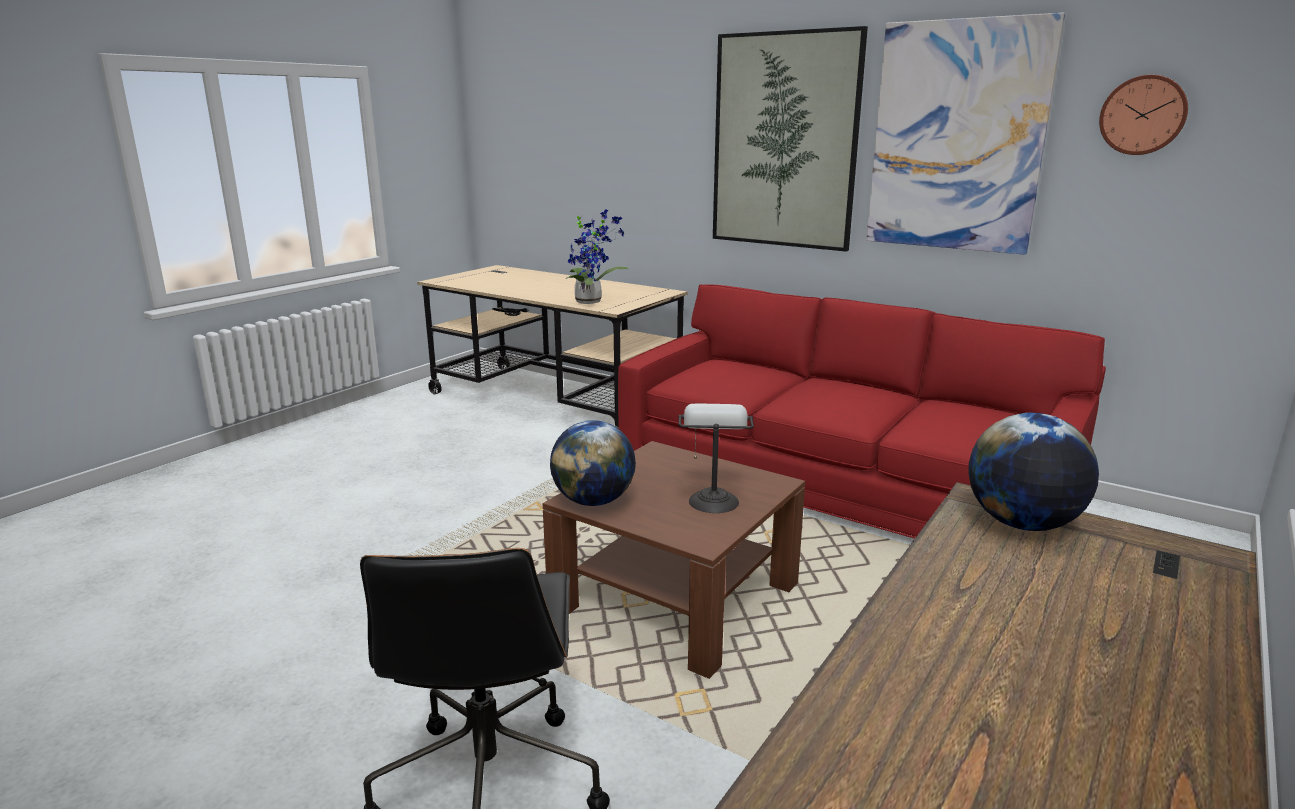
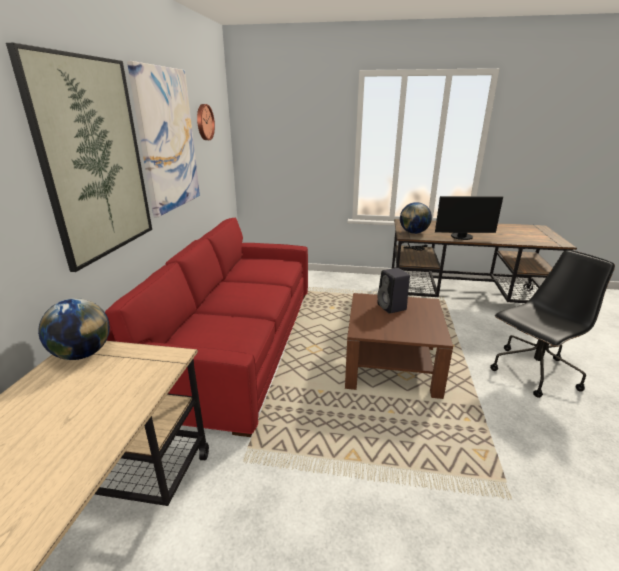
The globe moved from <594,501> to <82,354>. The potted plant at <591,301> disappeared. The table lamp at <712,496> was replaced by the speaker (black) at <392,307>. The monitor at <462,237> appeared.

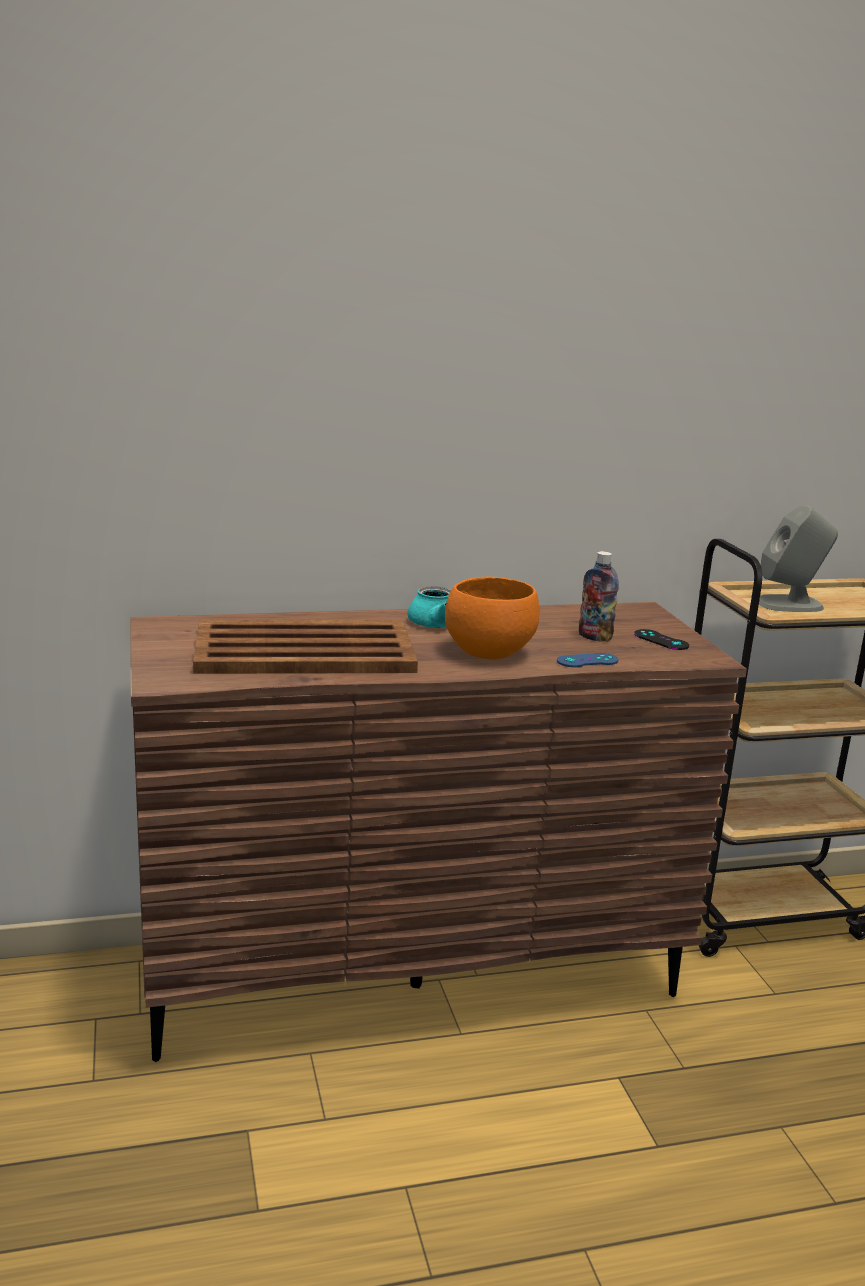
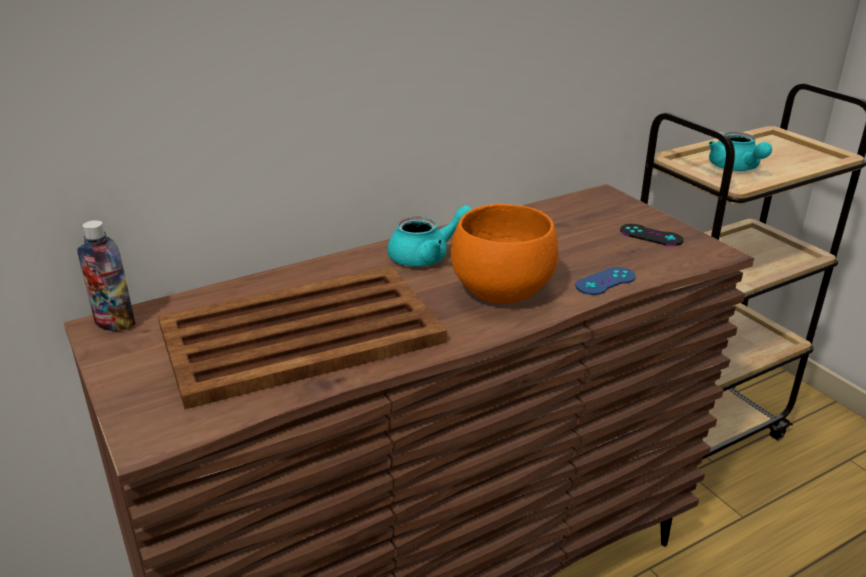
The bottle moved from <595,637> to <115,323>. The speaker (grey) at <790,604> was replaced by the teapot (turquoise) at <736,168>.

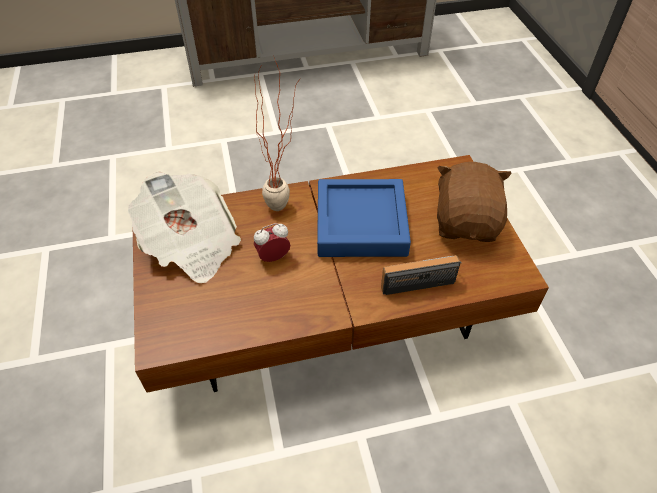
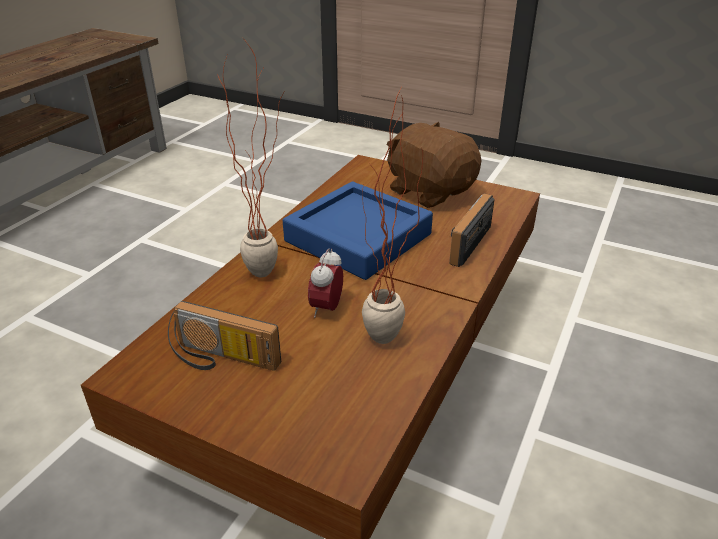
The newspaper at <191,244> was replaced by the radio at <221,359>. The potted plant at <384,347> appeared.

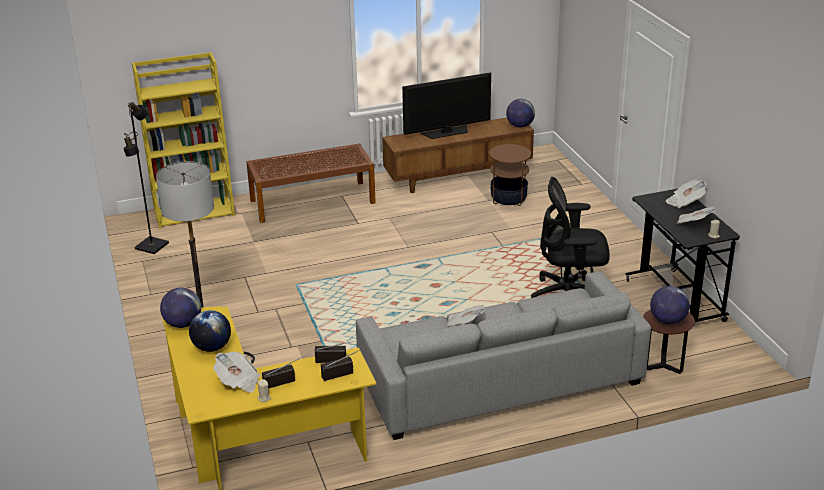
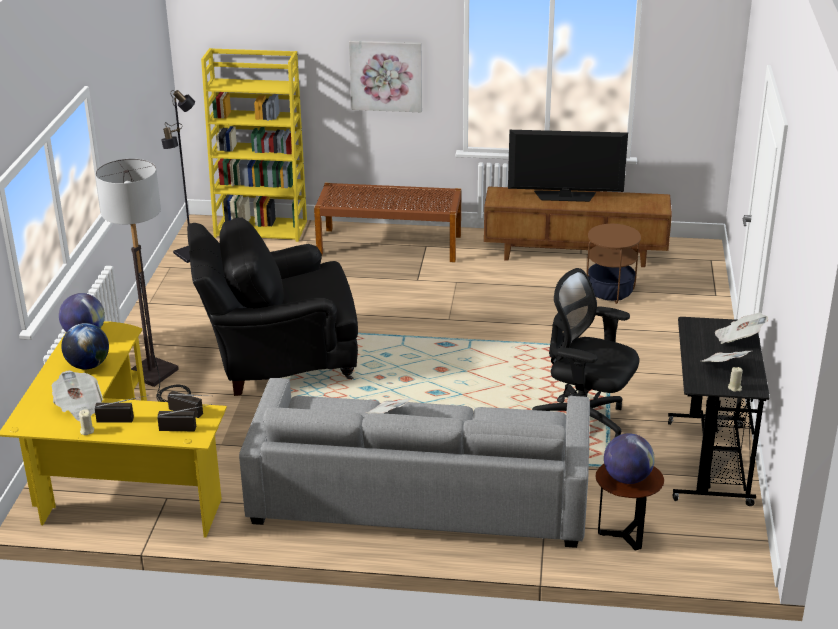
The globe at <520,126> disappeared. The armchair (black) at <277,358> appeared. The picture at <386,75> appeared.

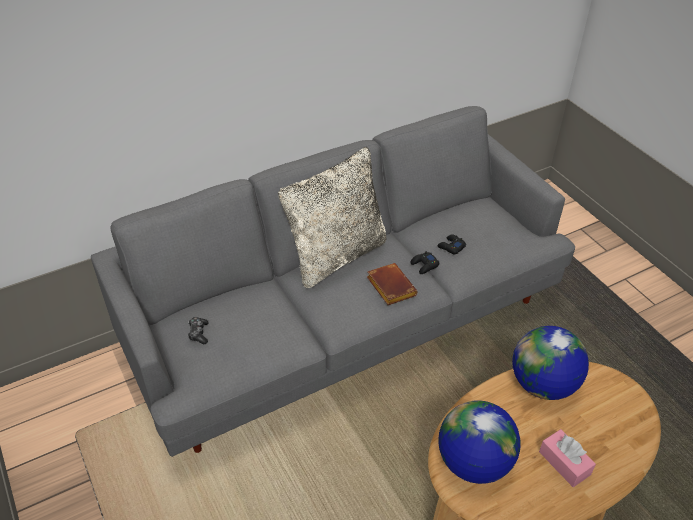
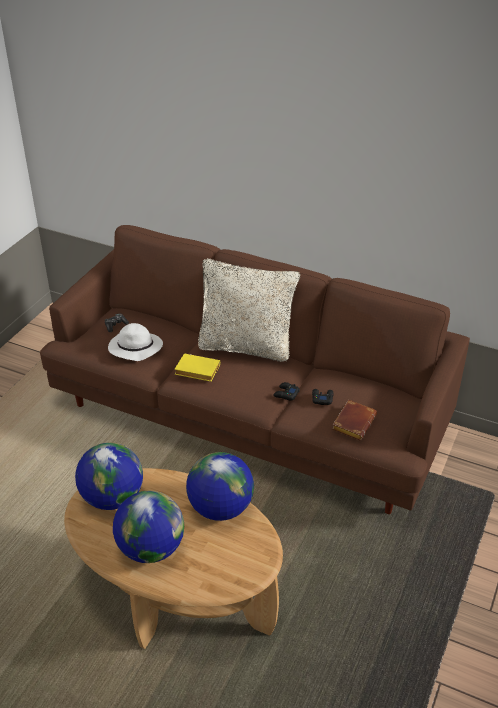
The sofa (grey) at <344,326> became the sofa (brown) at <249,418>. The book (brown) moved from <389,287> to <353,422>. The tissue box (pink) at <564,463> was replaced by the globe at <151,548>. The hat (white) at <134,348> appeared. The book (yellow) at <196,371> appeared.

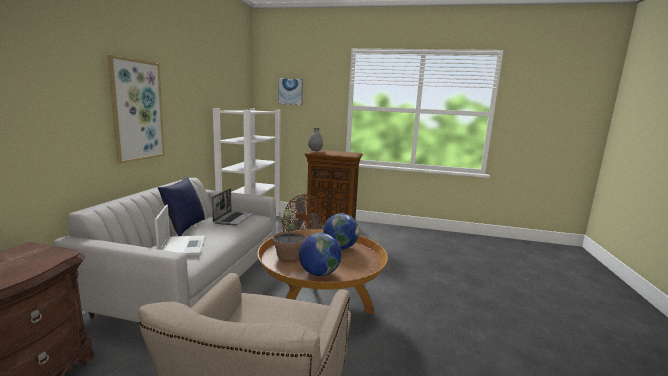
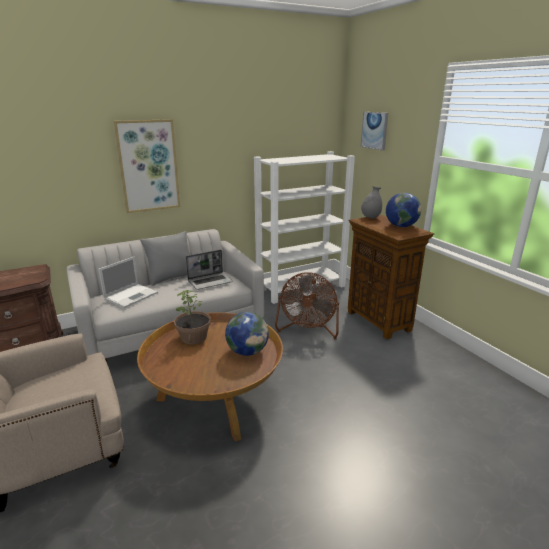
The pillow (blue) at <184,227> became the pillow (grey) at <171,278>. The globe moved from <319,273> to <401,226>.

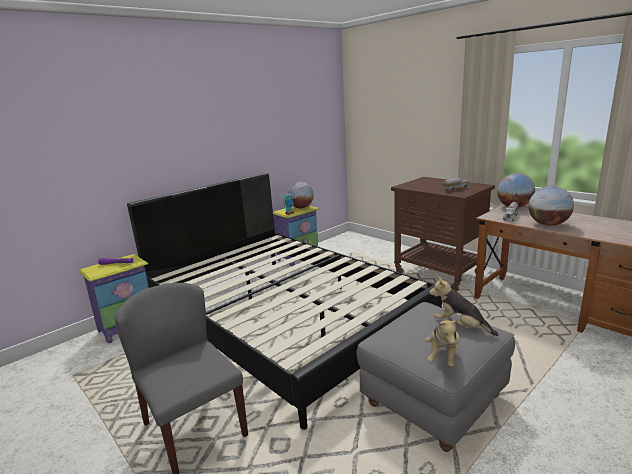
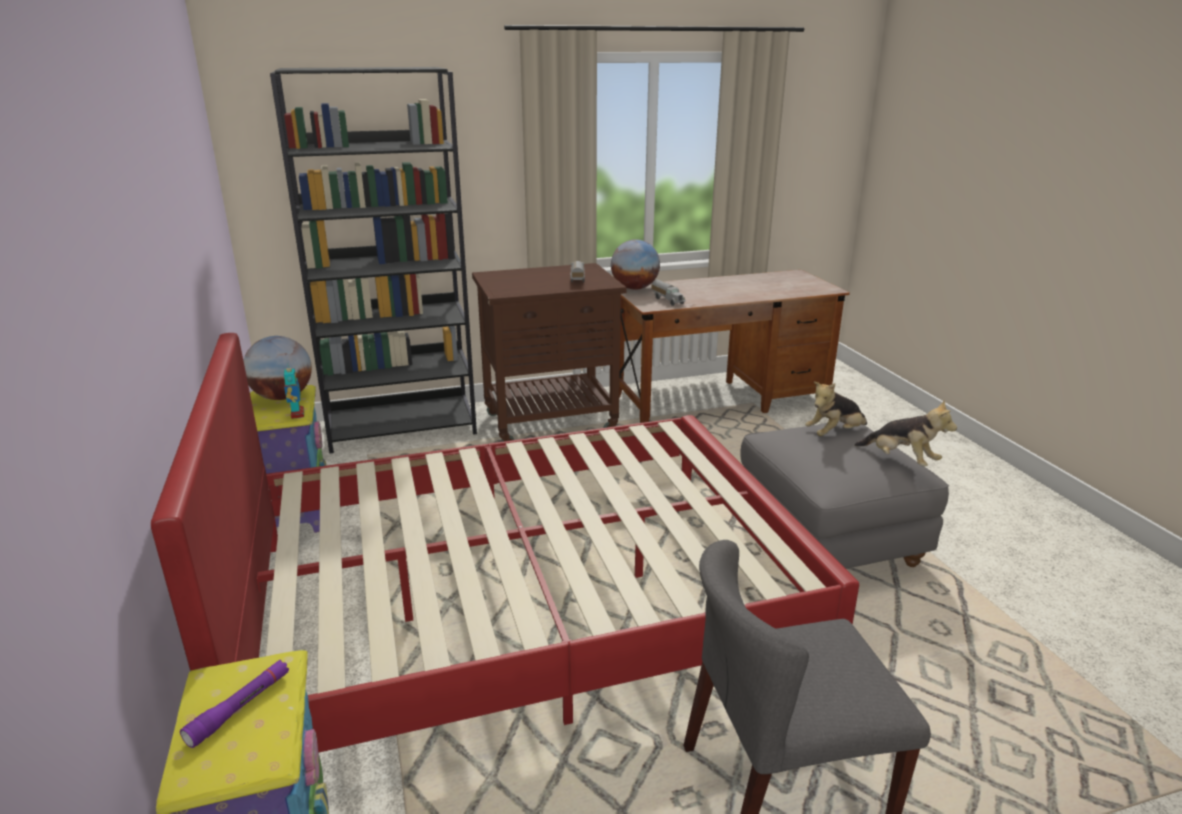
The bed (black) at <284,319> became the bed (red) at <522,599>. The globe at <548,224> disappeared. The bookcase (black) at <402,427> appeared.

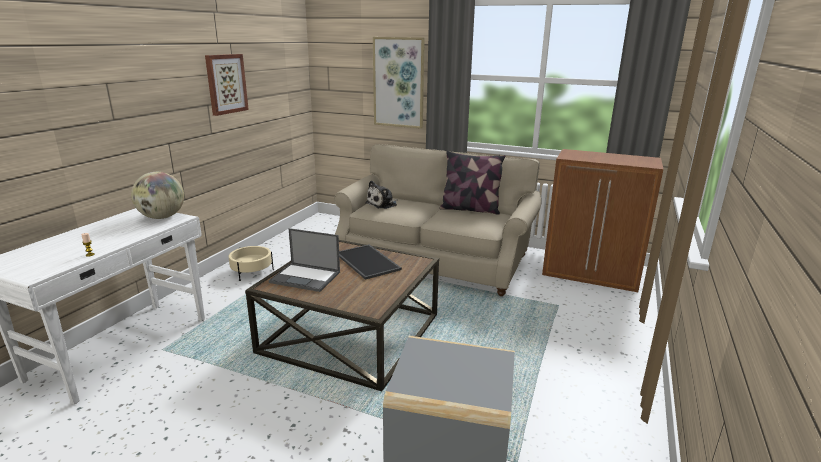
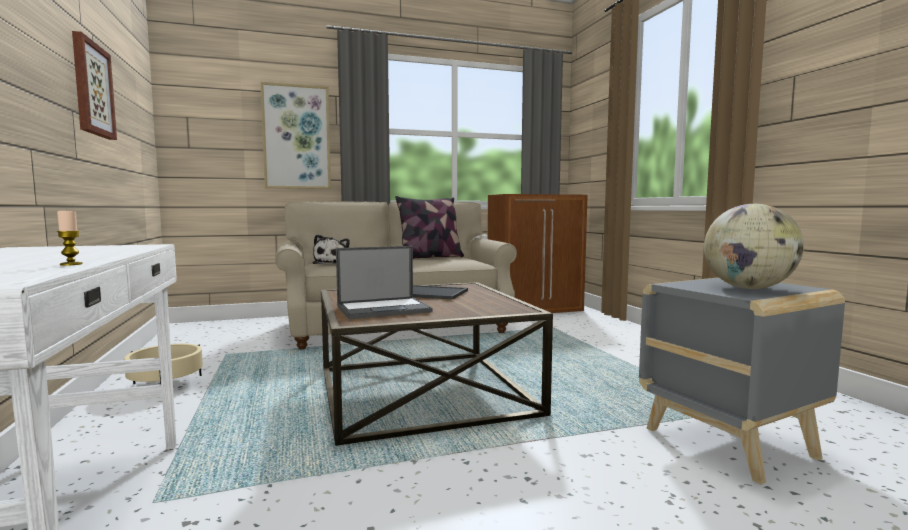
The globe moved from <162,217> to <749,288>.

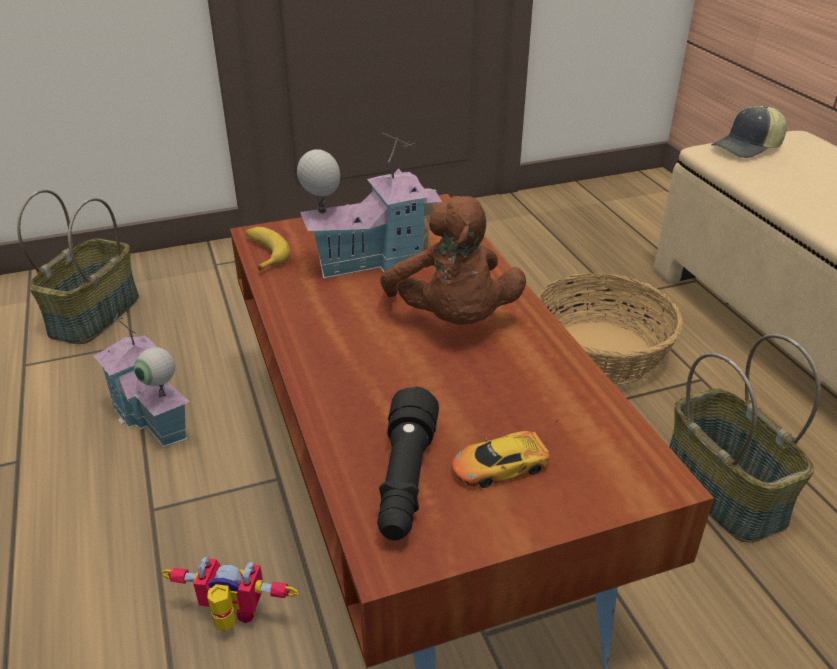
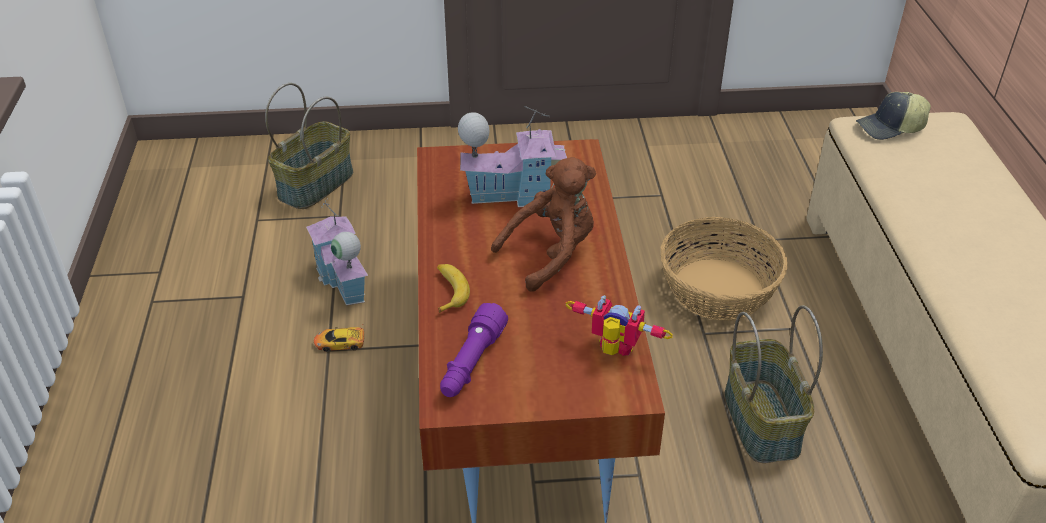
The toy robot moved from <232,619> to <613,351>. The banana moved from <264,253> to <448,291>. The flashlight (black) at <405,481> became the flashlight (purple) at <471,363>. The plush toy (brown) at <452,320> turned 120 degrees counterclockwise. The toy car moved from <499,466> to <340,342>.

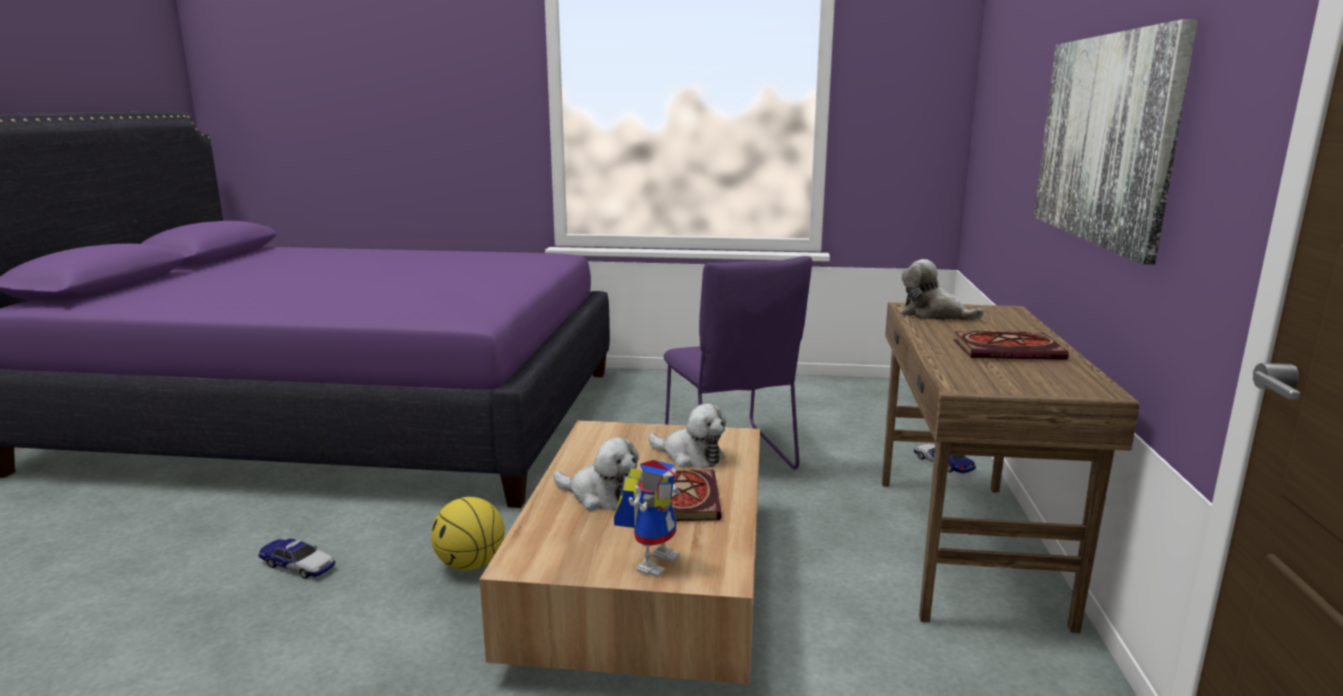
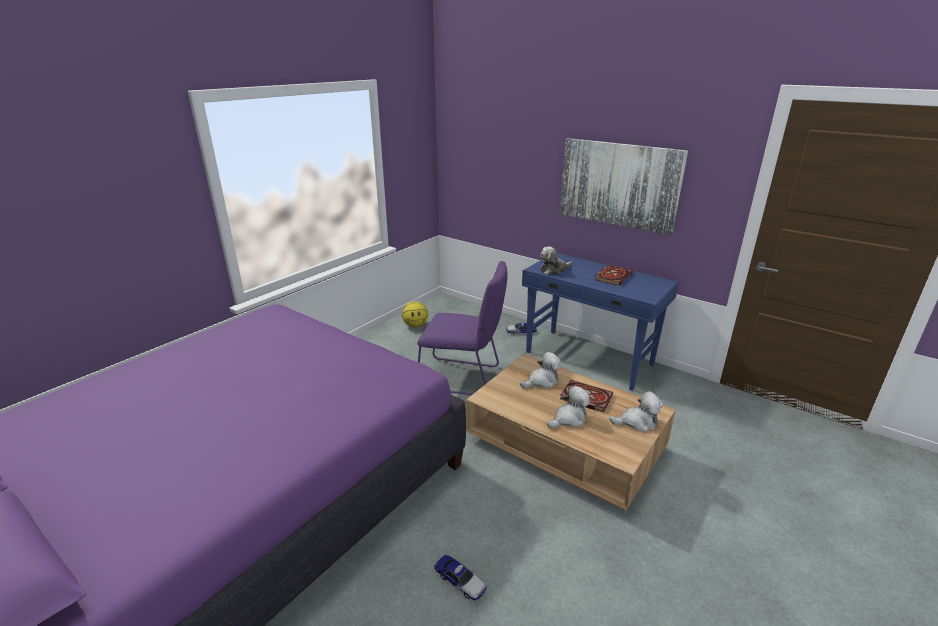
The toy car at <298,565> turned 75 degrees clockwise. The basketball moved from <471,564> to <415,325>. The toy robot at <653,559> was replaced by the plush toy at <637,422>. The console table (brown) at <966,548> became the console table (blue) at <589,358>.

